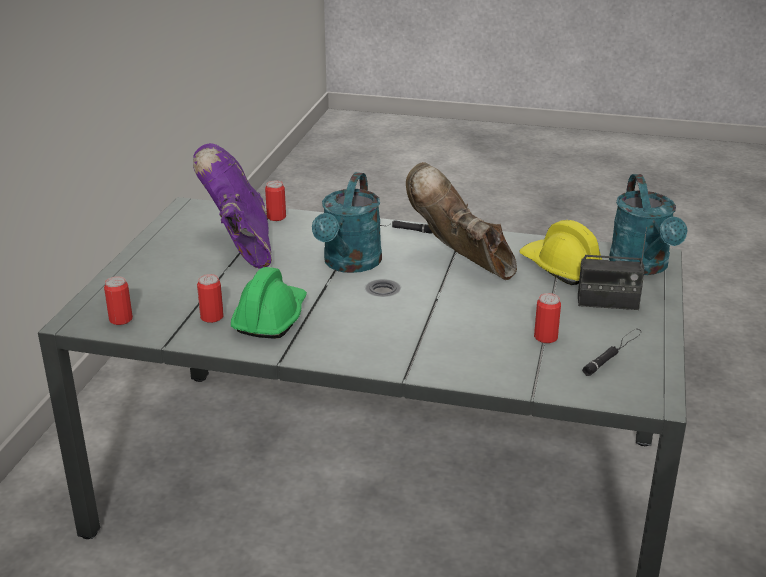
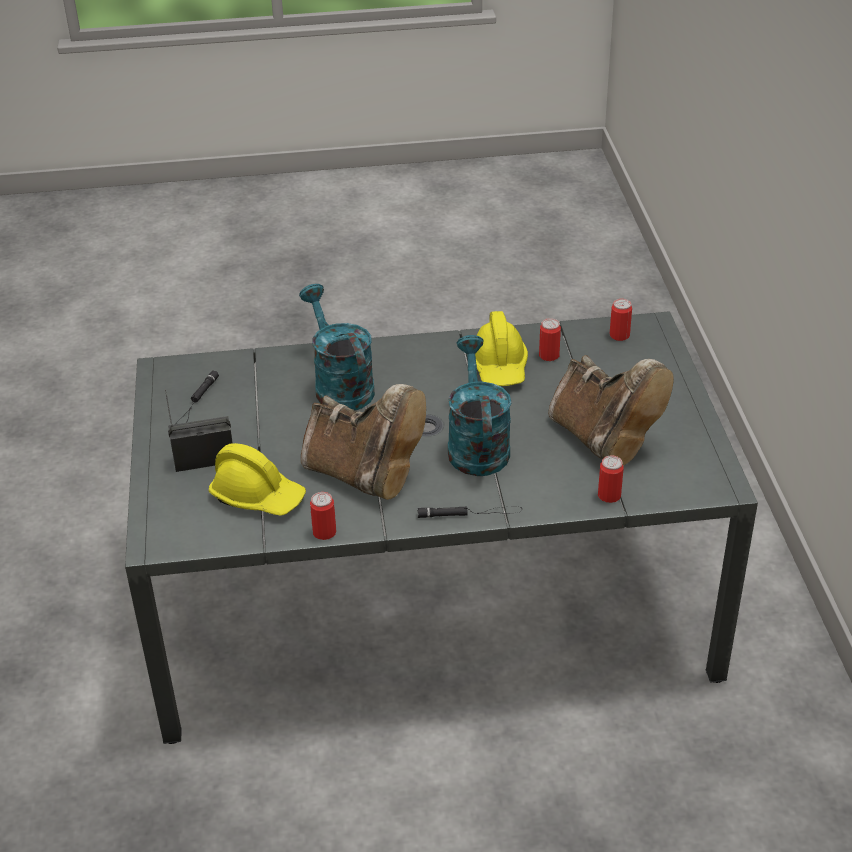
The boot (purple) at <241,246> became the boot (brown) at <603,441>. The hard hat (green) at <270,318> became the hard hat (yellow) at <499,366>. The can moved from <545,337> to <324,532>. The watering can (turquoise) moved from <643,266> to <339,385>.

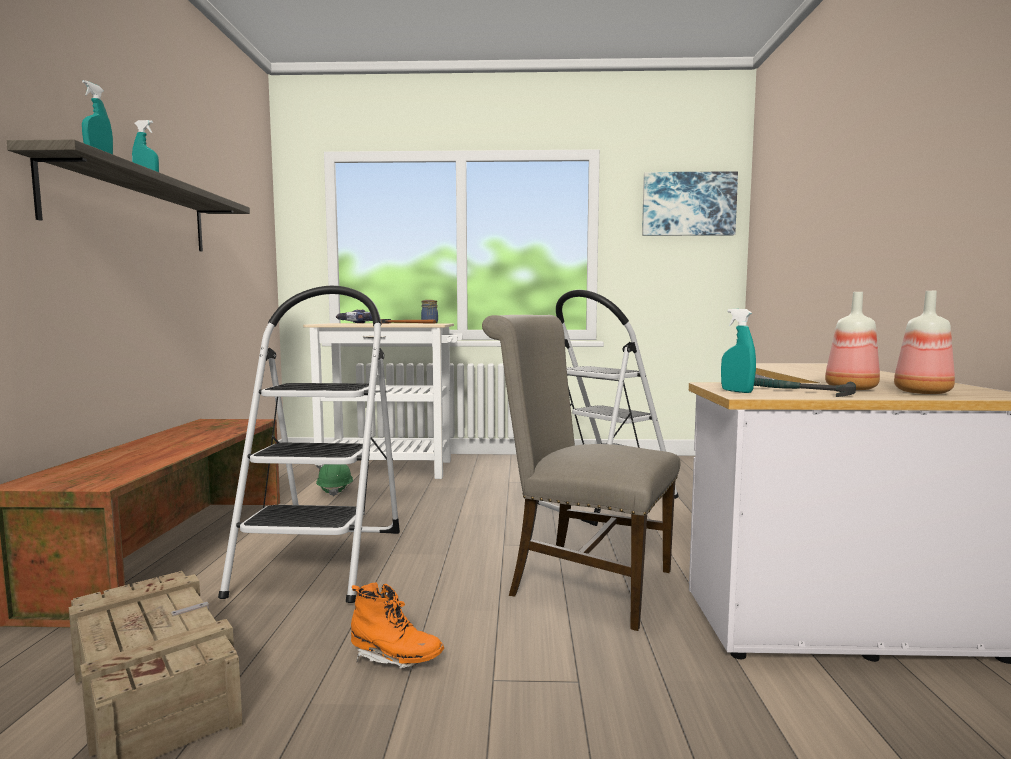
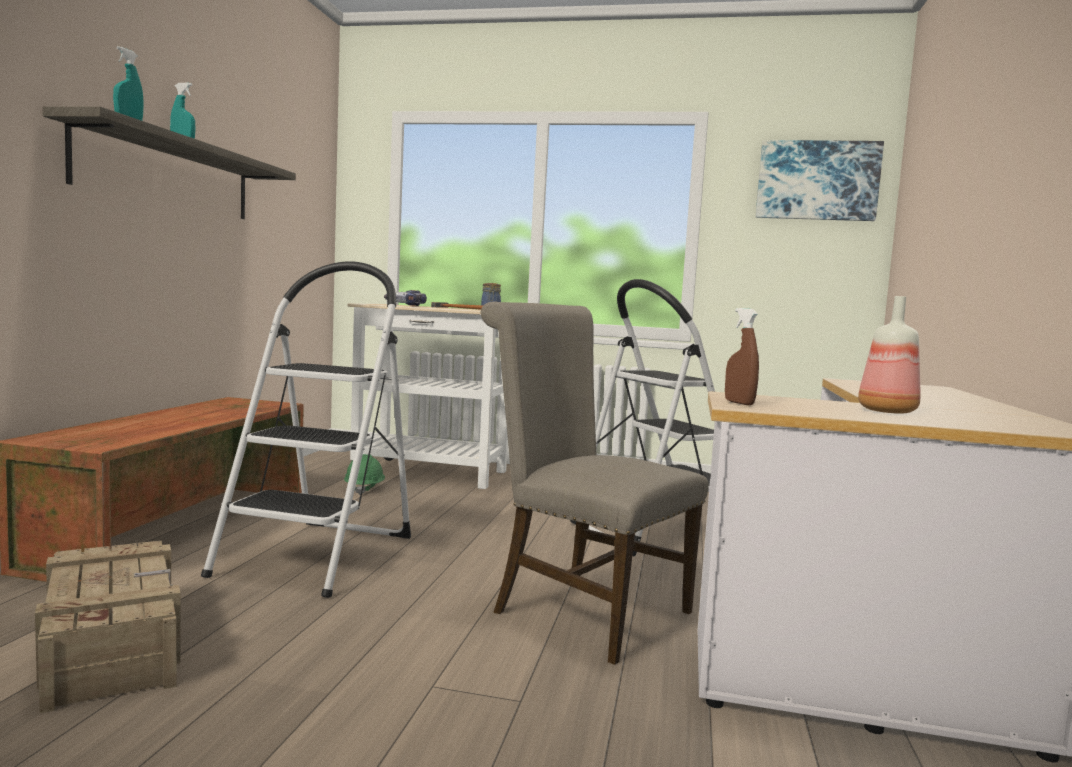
The boot (orange) at <395,658> disappeared. The spray bottle (turquoise) at <736,391> became the spray bottle (brown) at <739,403>. The hammer at <796,391> disappeared. The bottle at <924,392> disappeared.

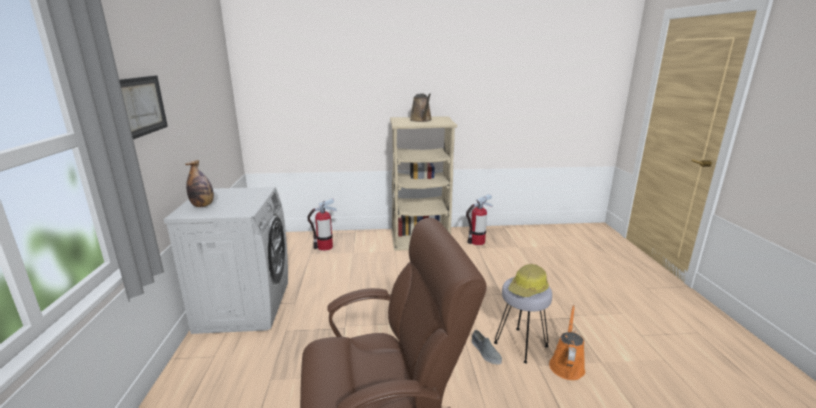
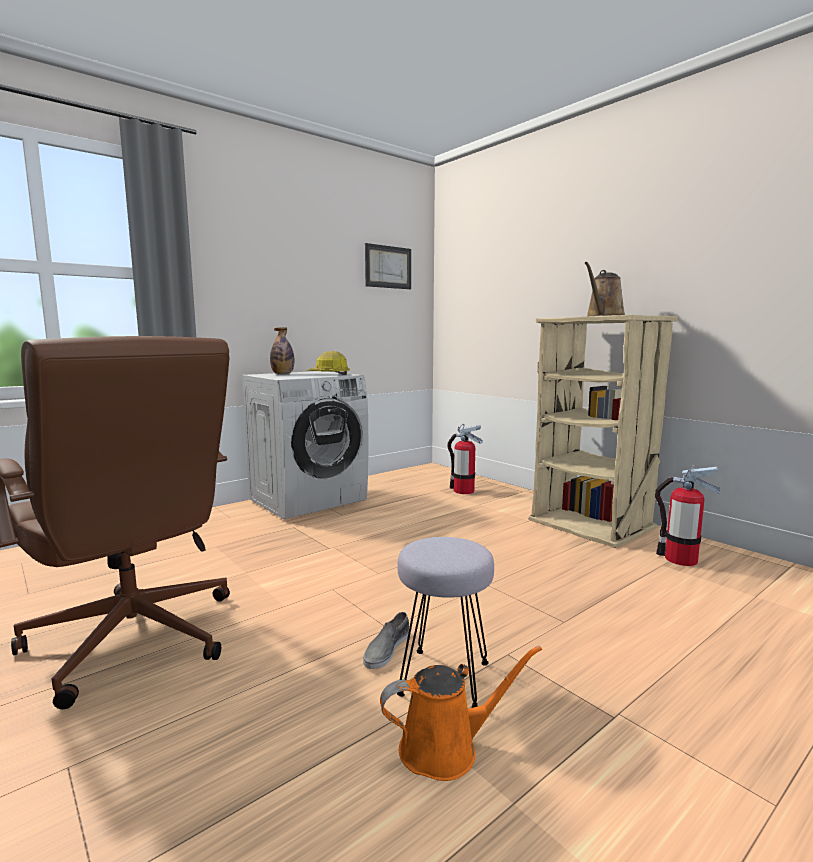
The picture moved from <141,106> to <388,267>. The hard hat moved from <528,289> to <328,374>.

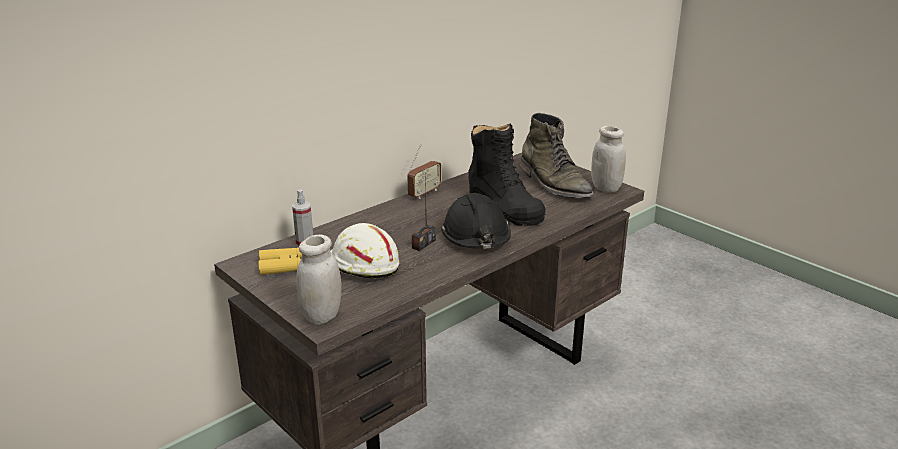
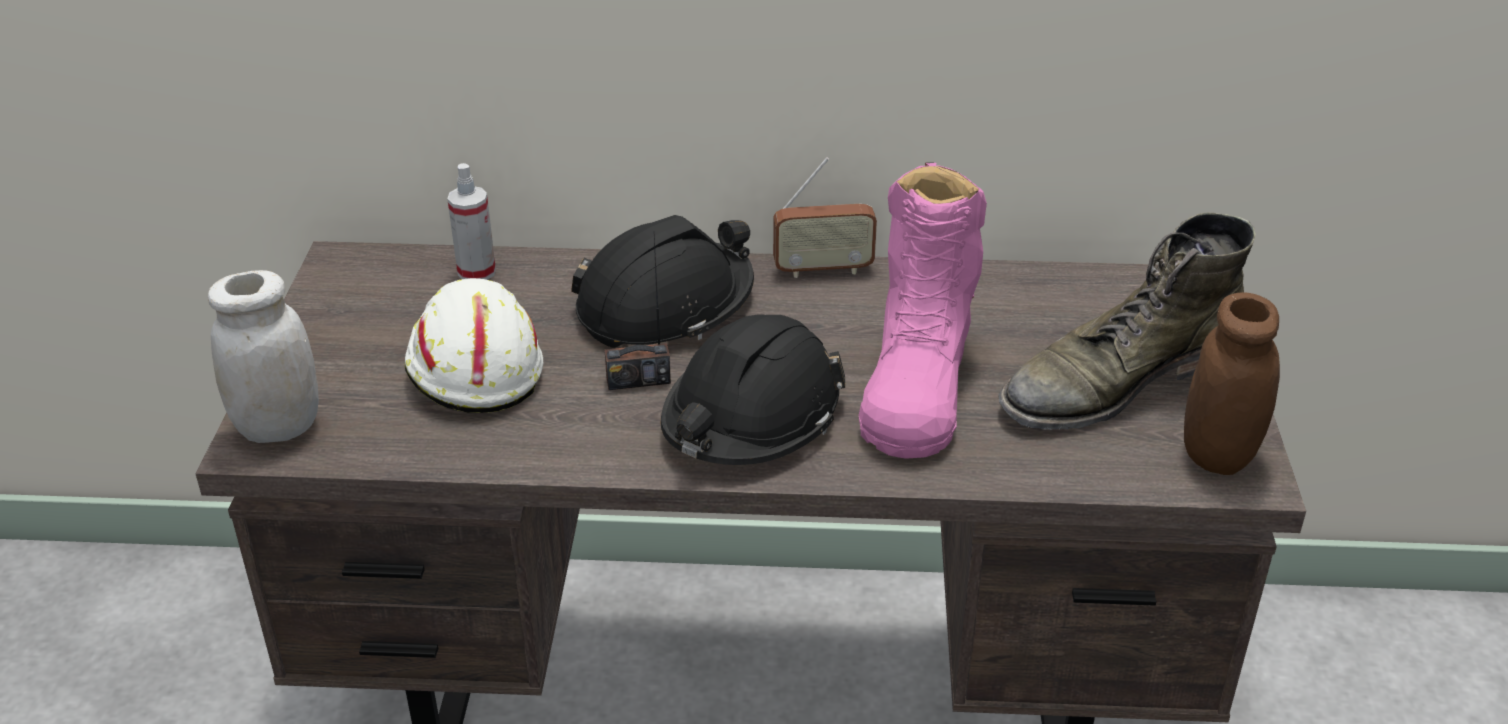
The binoculars (yellow) at <284,266> disappeared. The boot (black) at <505,207> became the boot (pink) at <917,381>. The boot (green) at <554,184> turned 45 degrees clockwise. The jar (white) at <606,188> became the jar (brown) at <1217,454>. The hard hat (black) at <665,306> appeared.

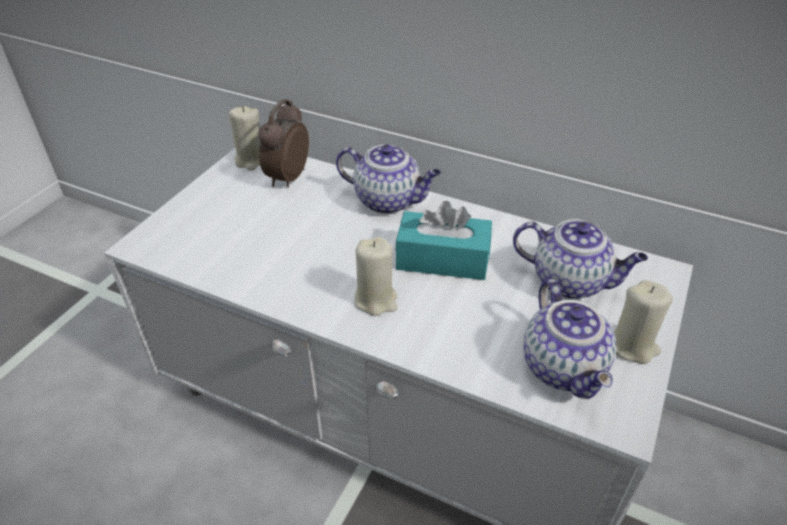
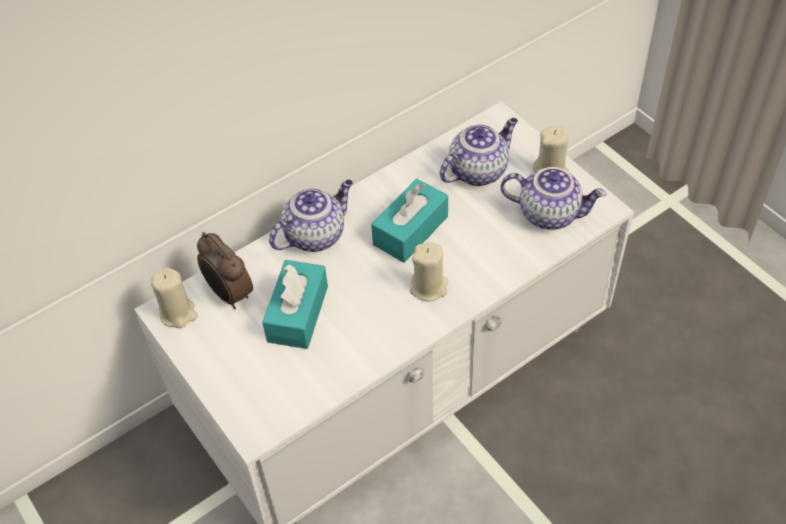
The tissue box (turquoise) at <298,313> appeared.

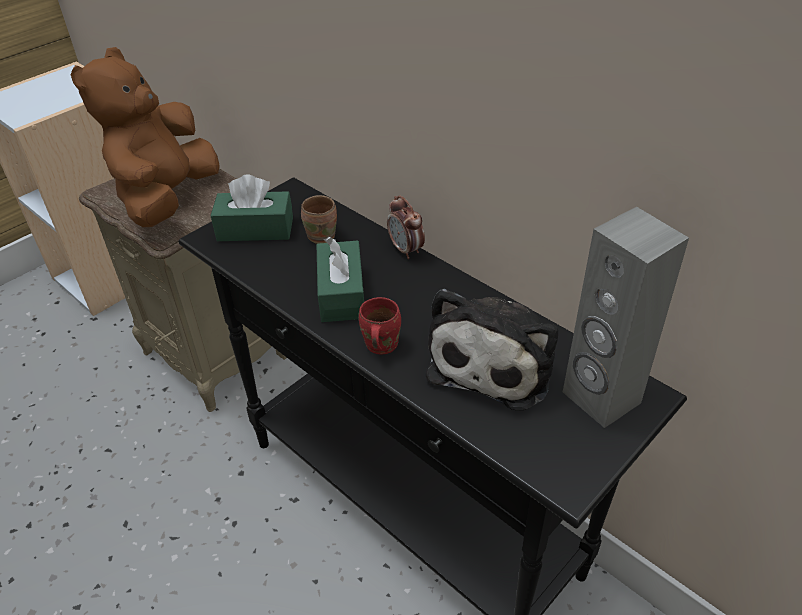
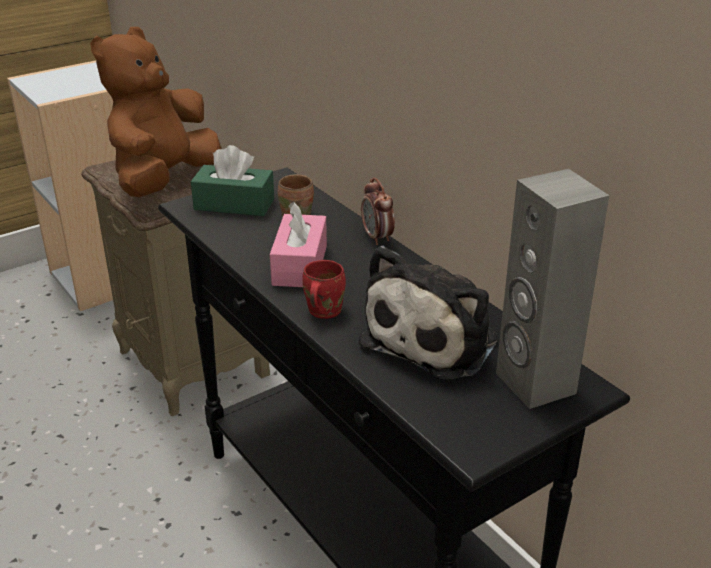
The tissue box (green) at <341,293> became the tissue box (pink) at <300,265>.

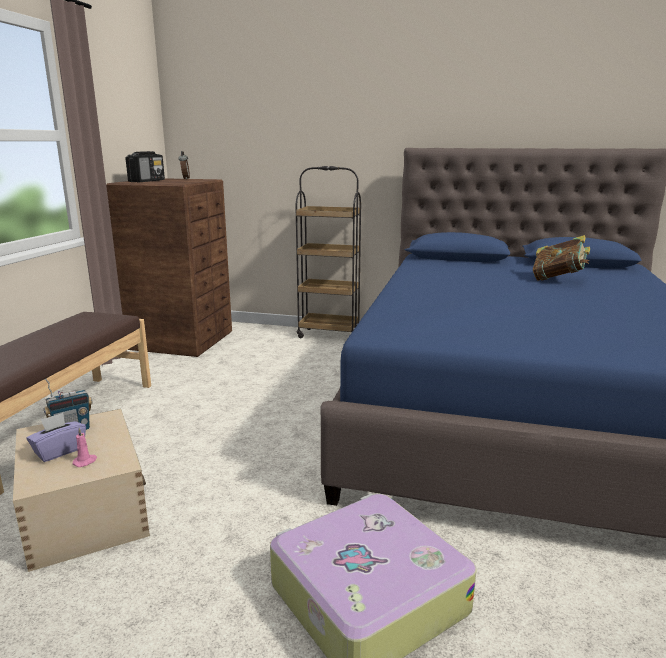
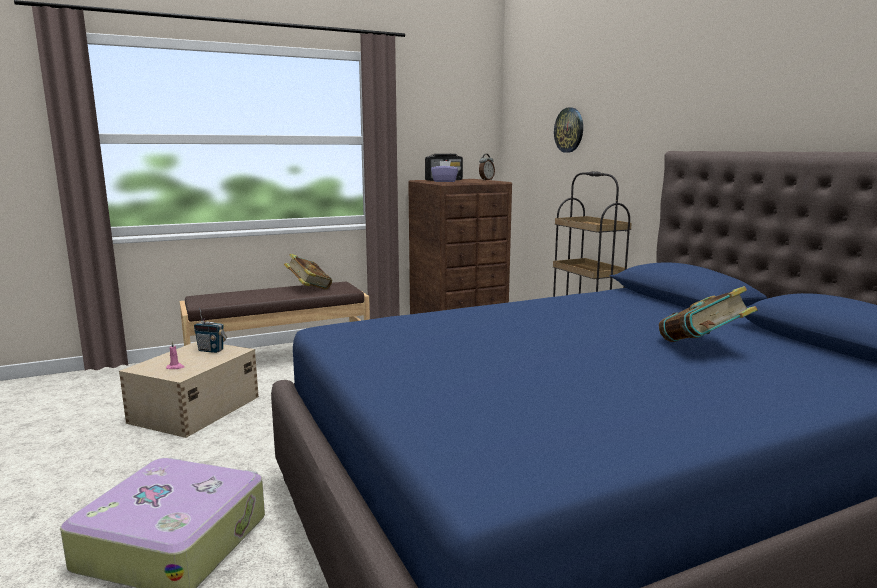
The tissue box (purple) moved from <59,451> to <444,181>. The book at <309,289> appeared. The wall clock at <569,130> appeared.

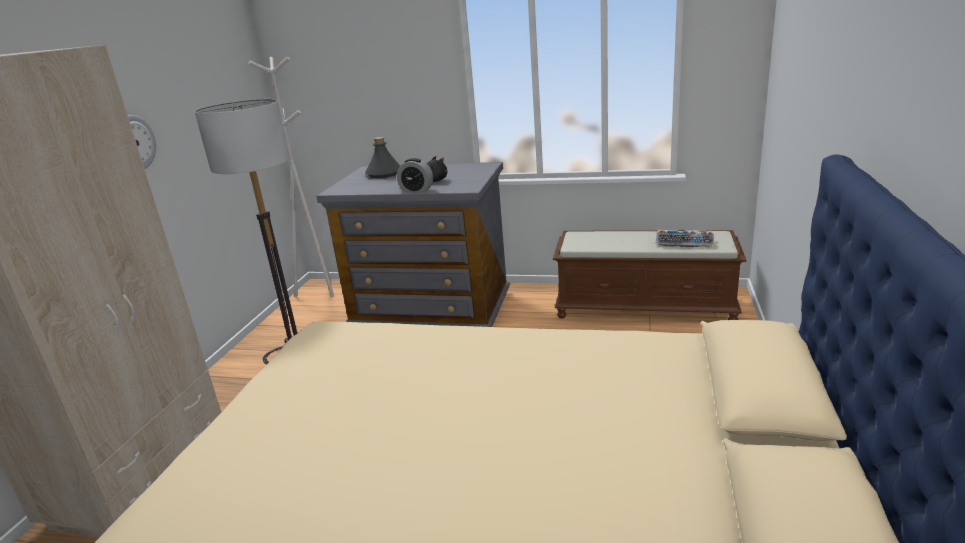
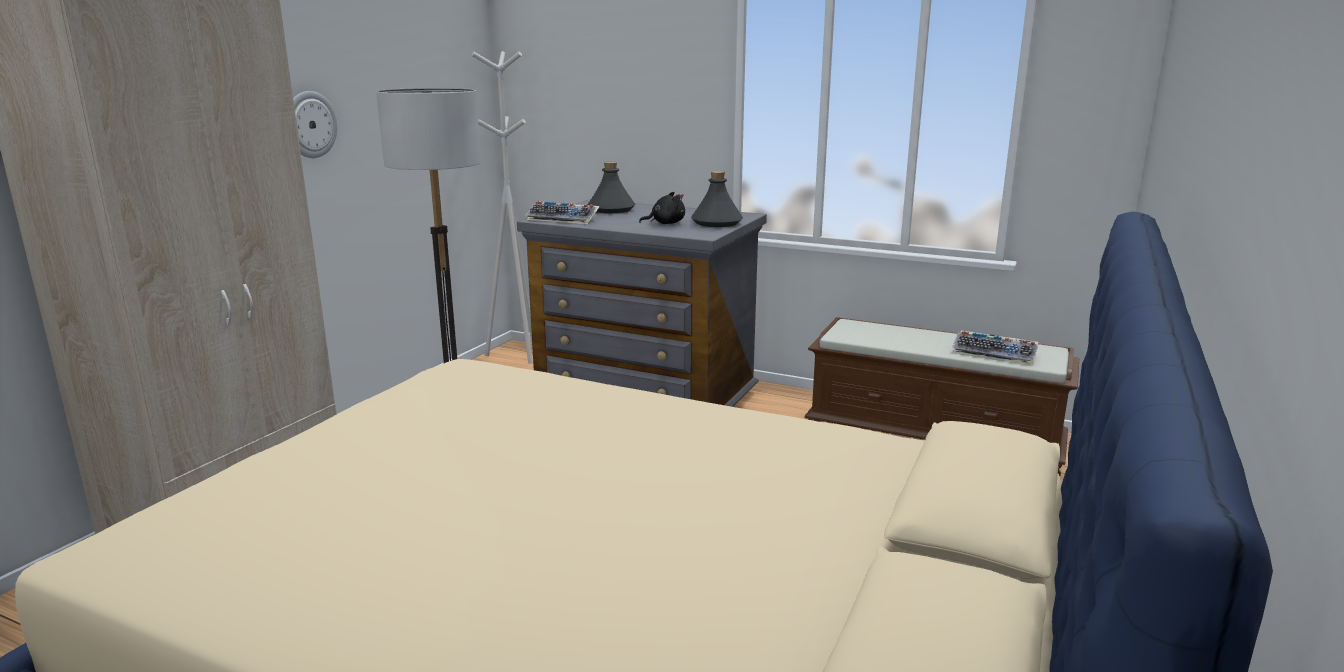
The alarm clock at <416,190> disappeared. The keyboard at <564,219> appeared. The bottle (grey) at <716,223> appeared.

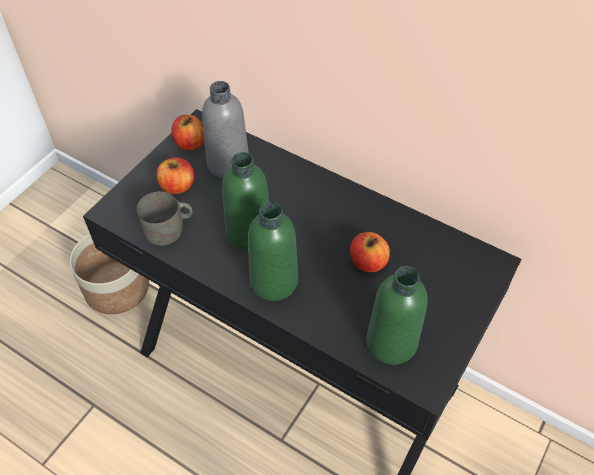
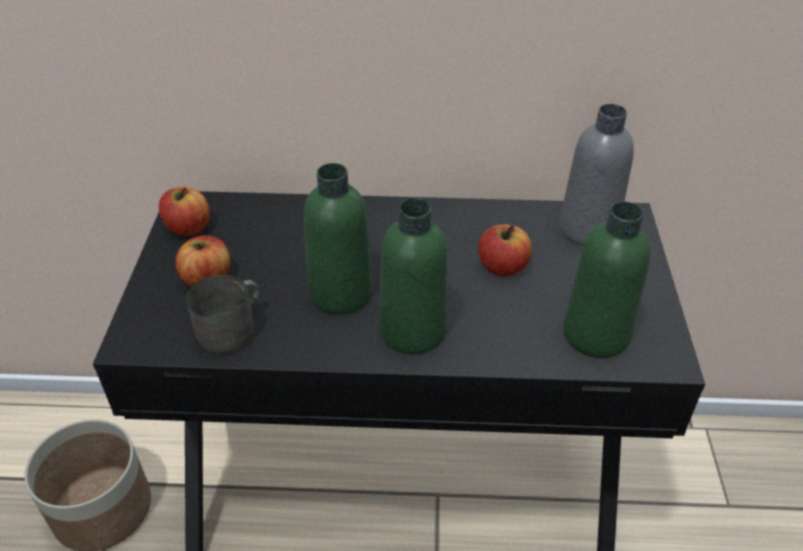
The bottle (grey) moved from <228,163> to <588,229>.

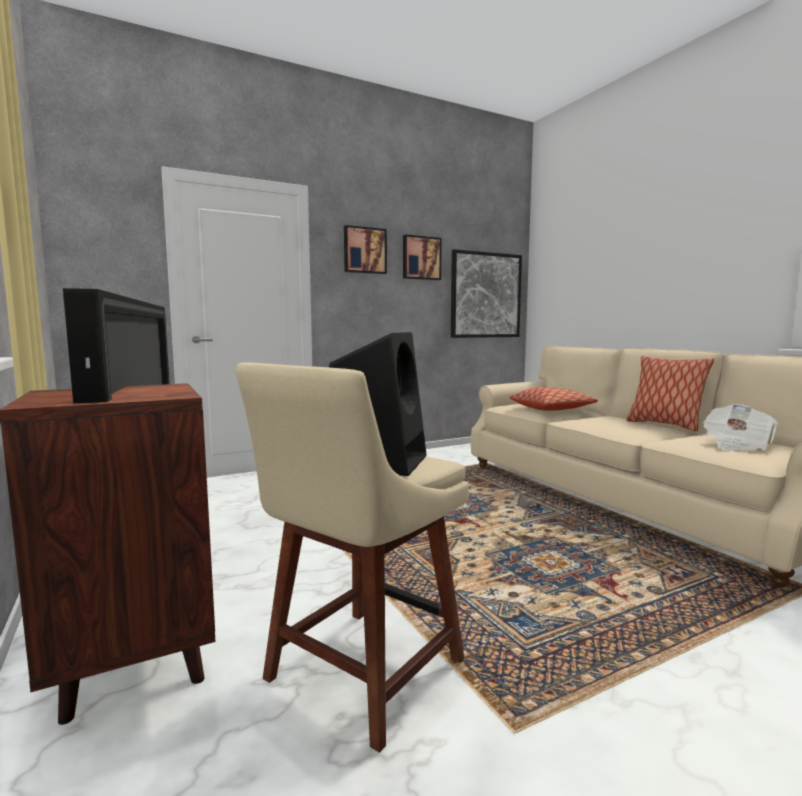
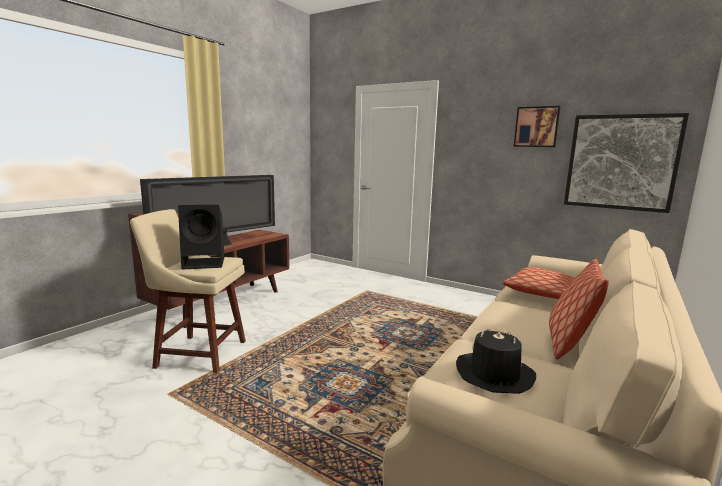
The picture at <364,250> disappeared. The newspaper at <736,445> was replaced by the hat (black) at <494,374>.

